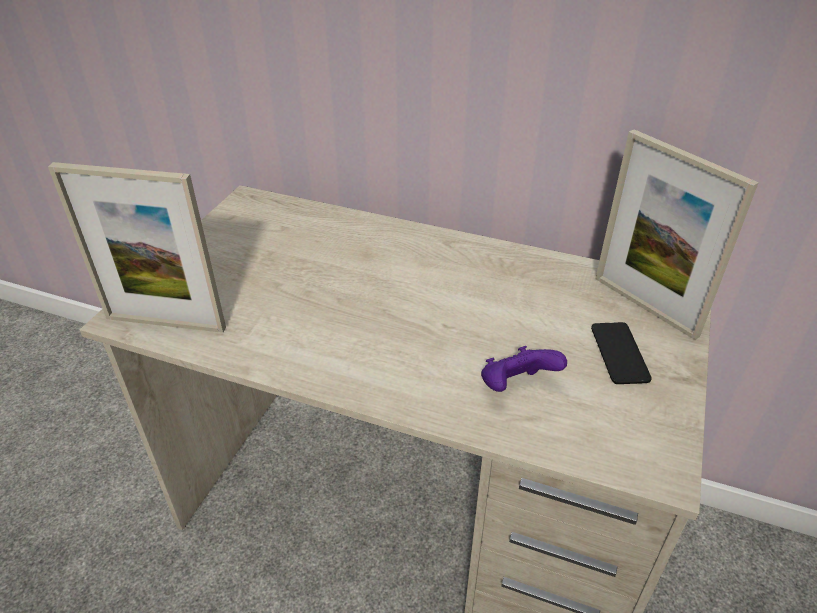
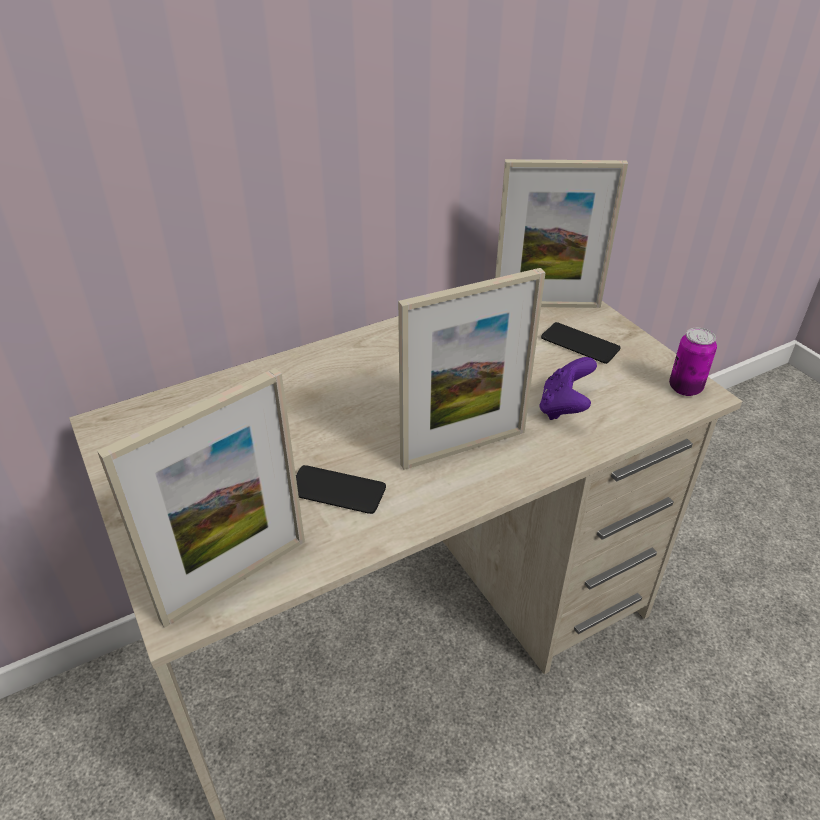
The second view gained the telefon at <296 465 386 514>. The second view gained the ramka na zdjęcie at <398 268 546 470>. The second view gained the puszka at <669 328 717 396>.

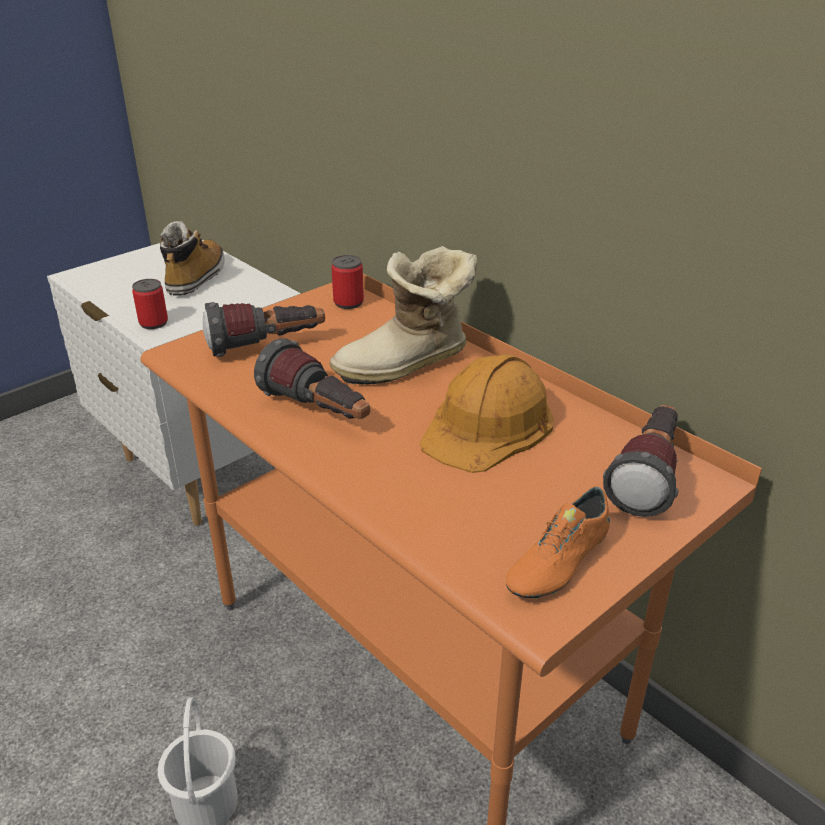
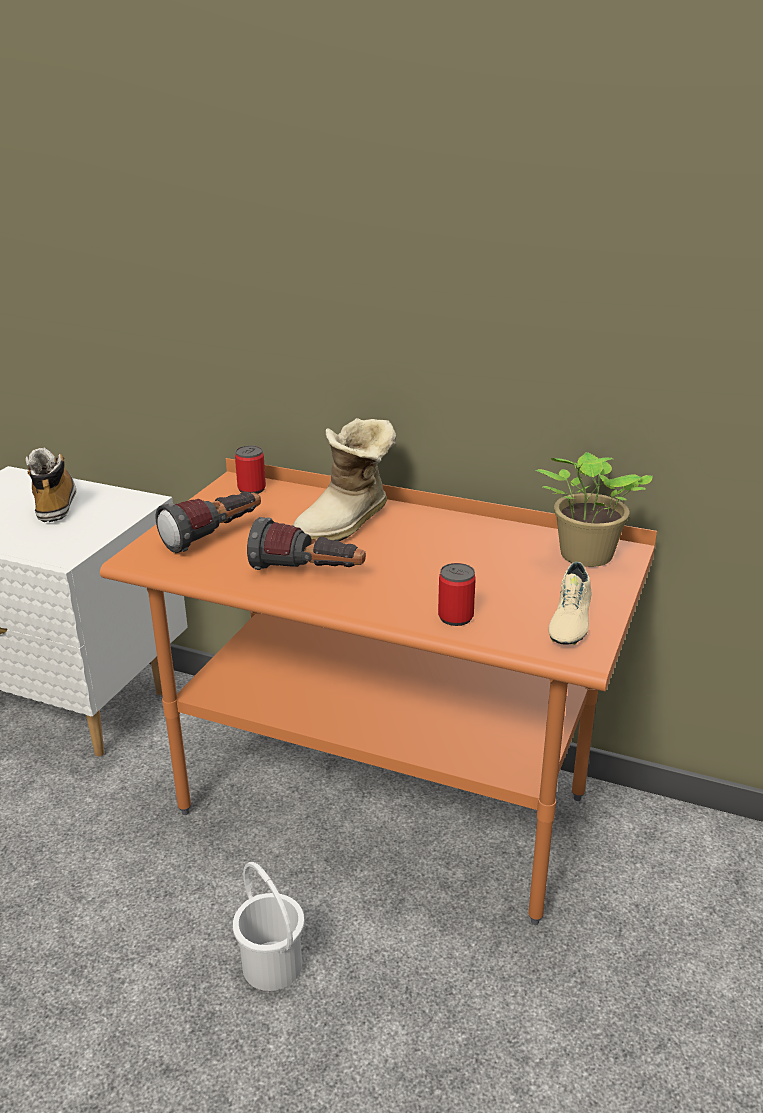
The puszka ended up elsewhere, having gone from <132 279 168 329> to <438 563 476 626>. Where the latarka stood at <603 405 679 517>, the roślina doniczkowa came to stand at <535 452 653 567>. What was the but (pomarańczowy) at <506 487 610 599> turned into the but (beżowy) at <548 562 591 645>. The second view lost the kask (pomarańczowy) at <420 353 554 473>.

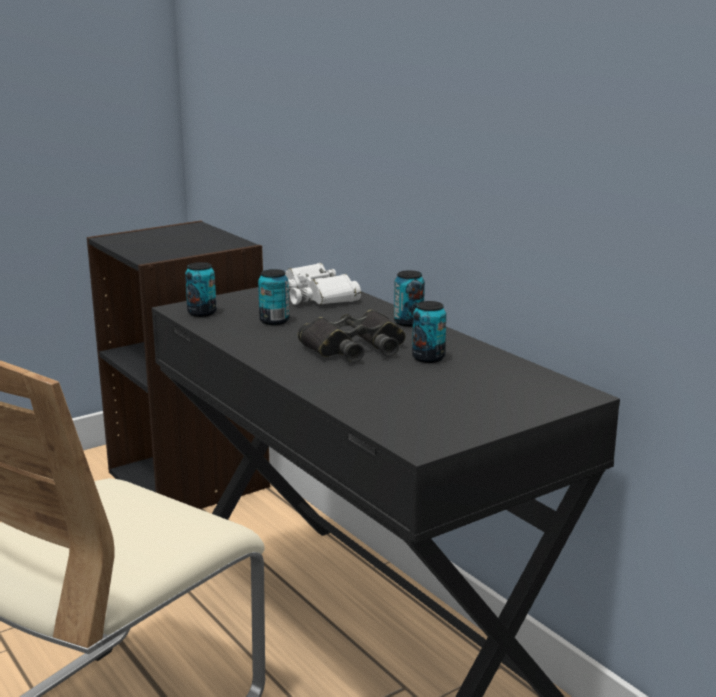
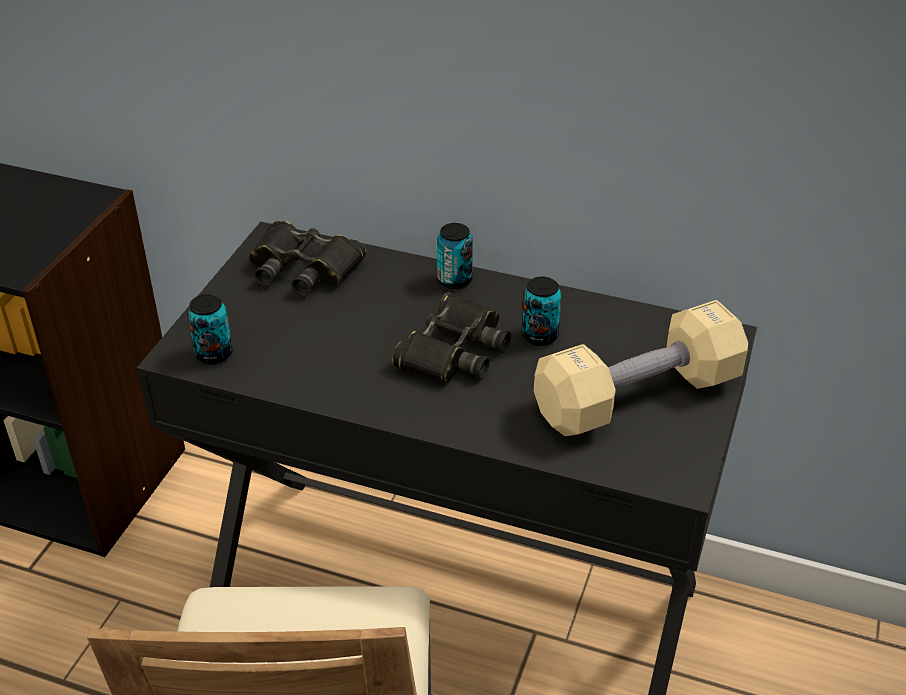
What was the lornetka (biały) at <285 263 361 305> turned into the lornetka (czarny) at <249 221 366 296>. The second view gained the hantel (beżowy) at <534 300 748 436>. The second view lost the puszka at <258 269 289 325>.

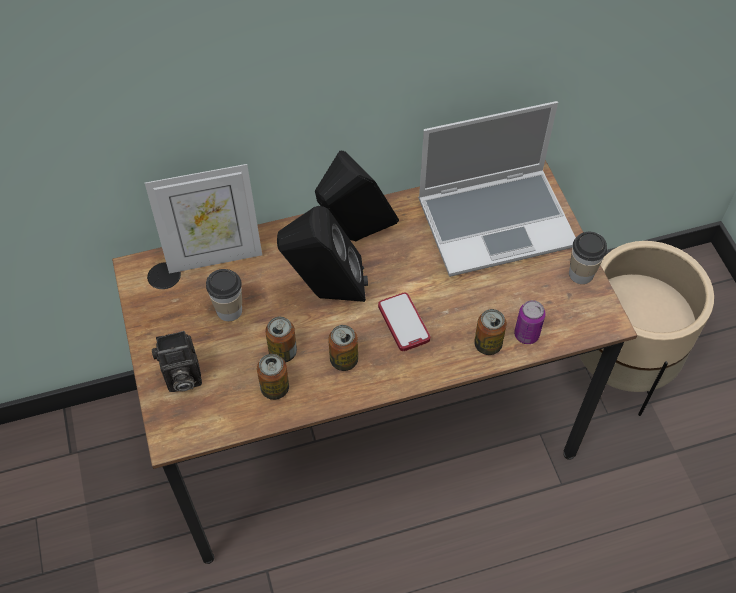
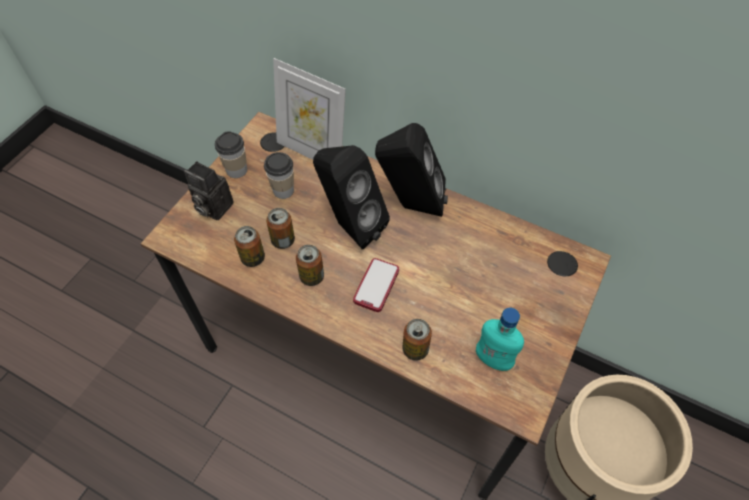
The filiżanka ended up elsewhere, having gone from <569 232 607 284> to <215 131 247 178>. The second view gained the butelka (turkusowy) at <476 308 524 371>. The second view lost the laptop at <418 101 576 277>. The second view lost the puszka at <514 300 546 344>.

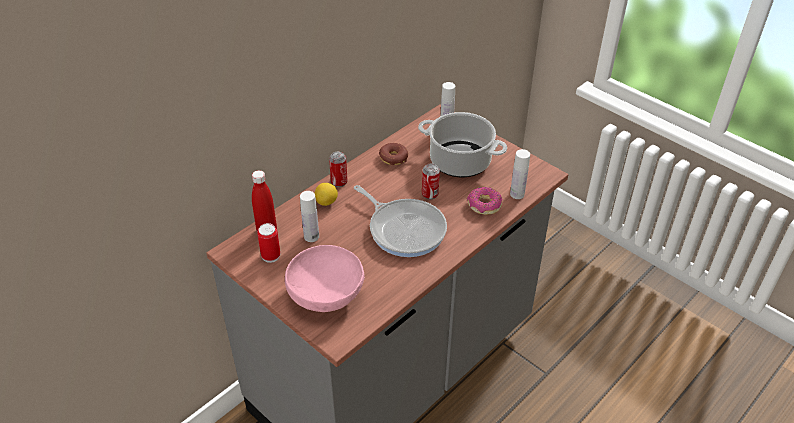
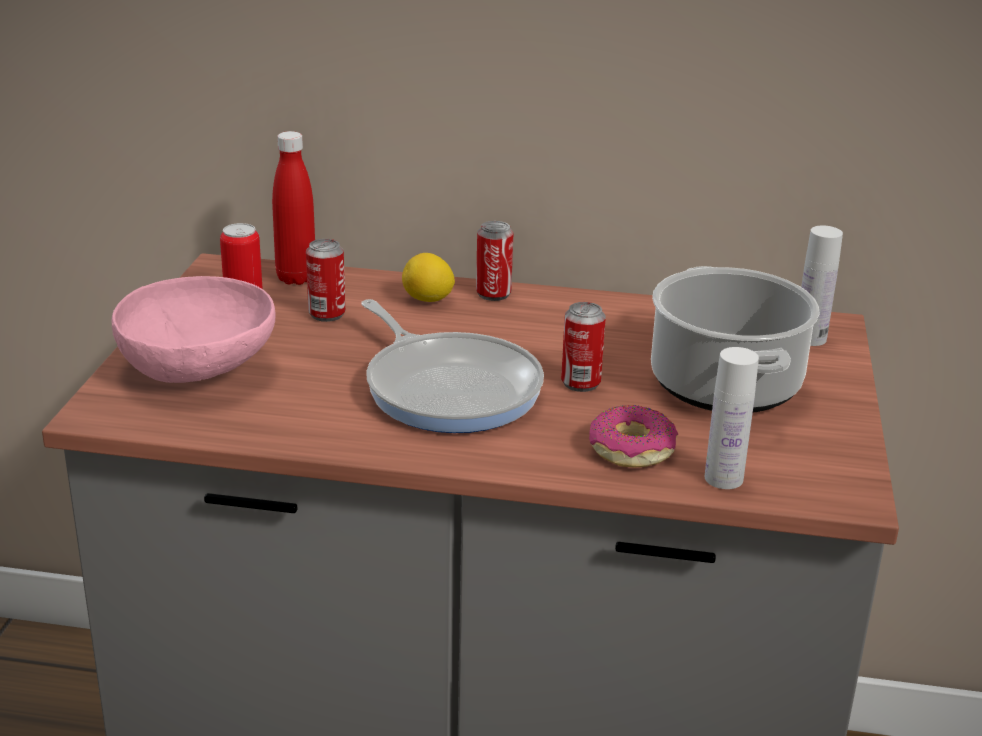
Where the butelka (biały) stood at <300 191 319 242>, the puszka came to stand at <306 239 345 322>. The patelnia at <354 185 447 257> ended up facing another way, 45 degrees counterclockwise from before. The second view lost the donut at <379 143 408 165>.

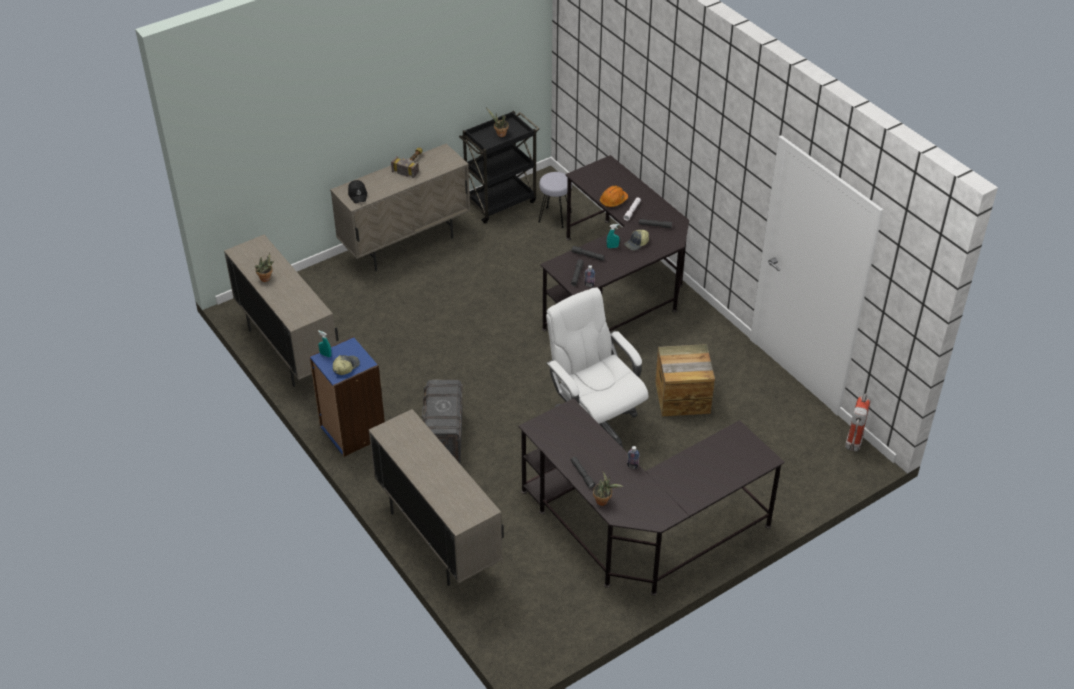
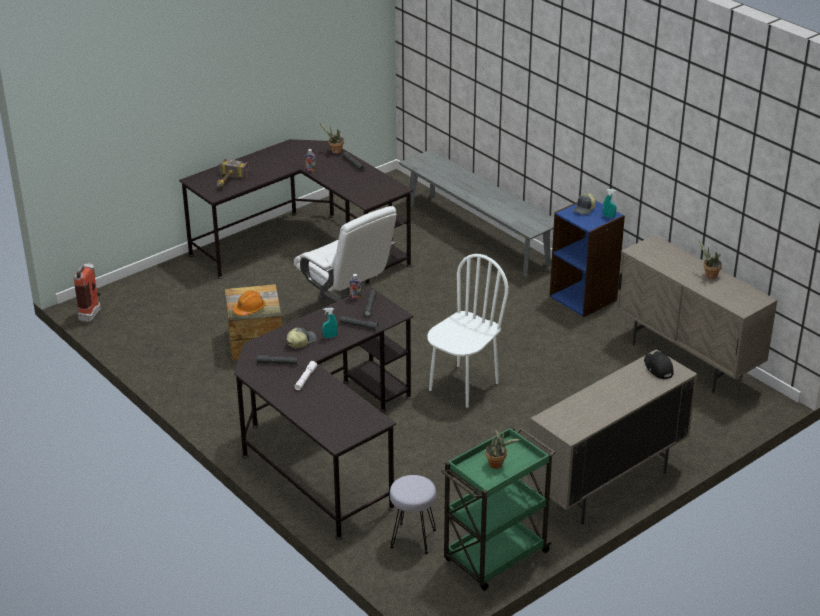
The młotek ended up elsewhere, having gone from <391 147 422 178> to <217 158 249 187>. The kask (pomarańczowy) ended up elsewhere, having gone from <600 186 628 207> to <233 291 266 316>. Where the szafka (beżowy) stood at <369 409 504 586>, the ławka (szary) came to stand at <399 150 554 277>. The second view gained the krzesło (biały) at <427 254 508 408>. What was the wózek (czarny) at <459 111 539 224> turned into the wózek (zielony) at <441 426 556 591>. The second view lost the pojemnik do przechowywania (szary) at <422 380 463 464>.

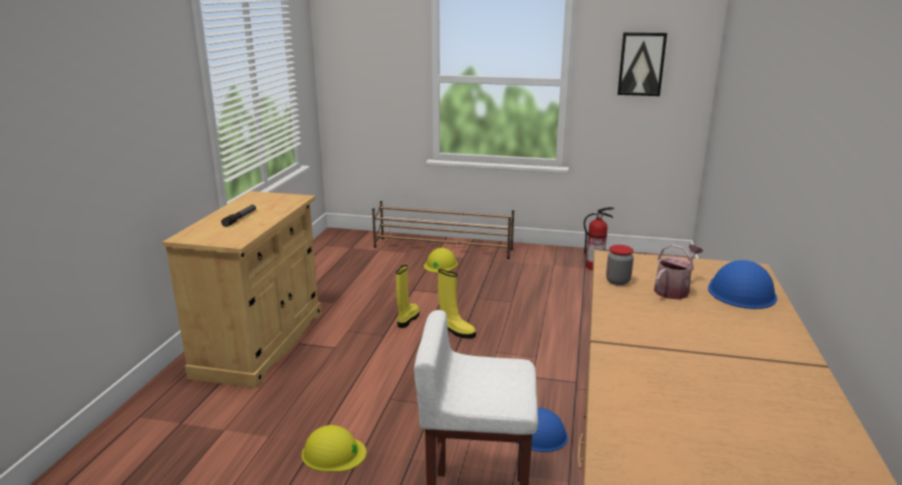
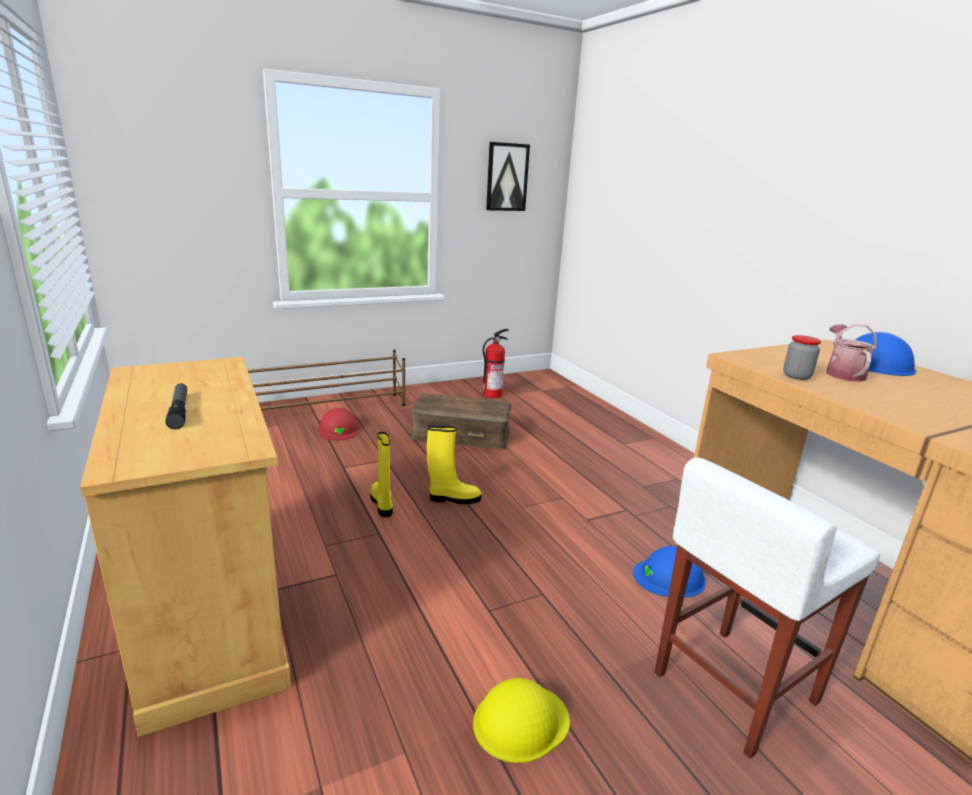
What was the kask (żółty) at <424 248 458 273> turned into the kask (czerwony) at <318 408 360 440>. The second view gained the pojemnik do przechowywania (brązowy) at <411 393 512 450>.

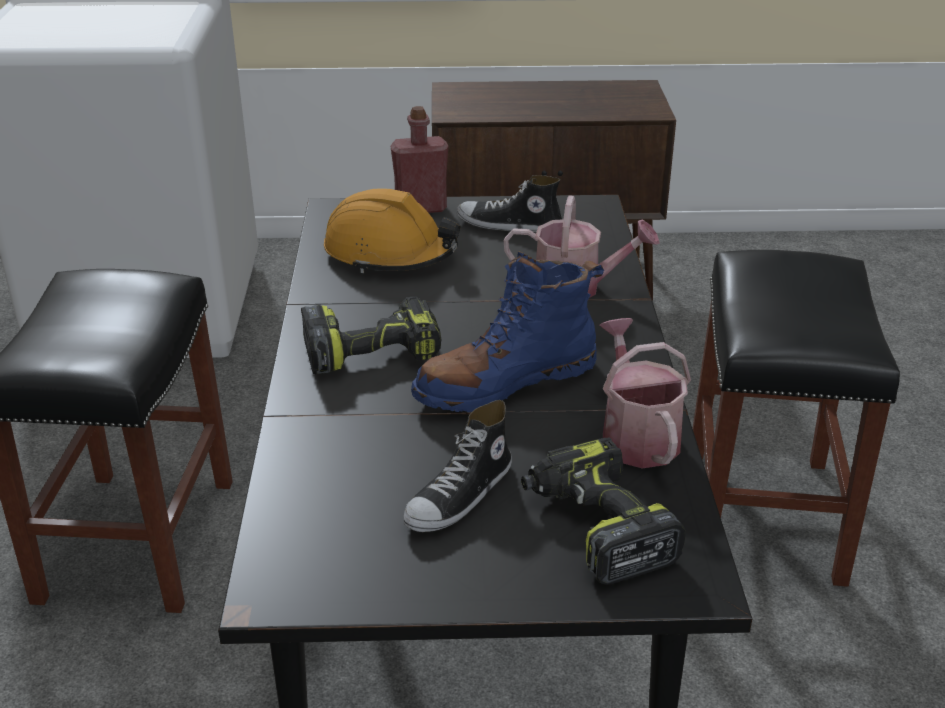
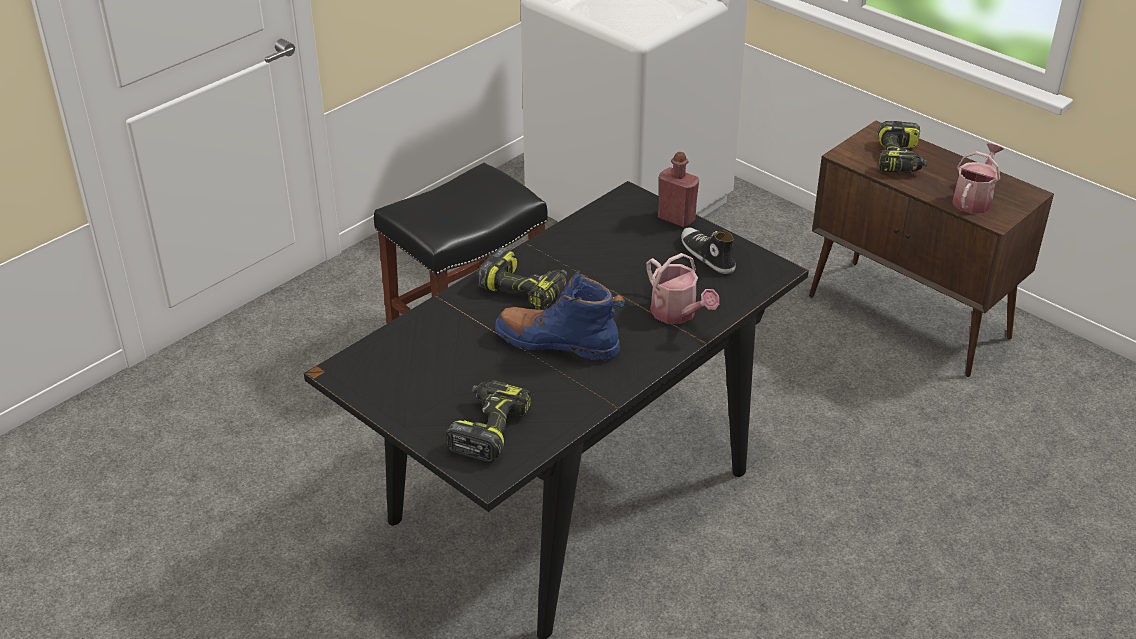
The second view gained the wiertarka at <878 121 927 173>. The konewka ended up elsewhere, having gone from <600 318 691 468> to <953 143 1004 214>. The second view lost the kask (pomarańczowy) at <324 188 460 273>. The second view lost the but at <404 400 512 532>. The second view lost the stołek (czarny) at <692 250 900 587>.

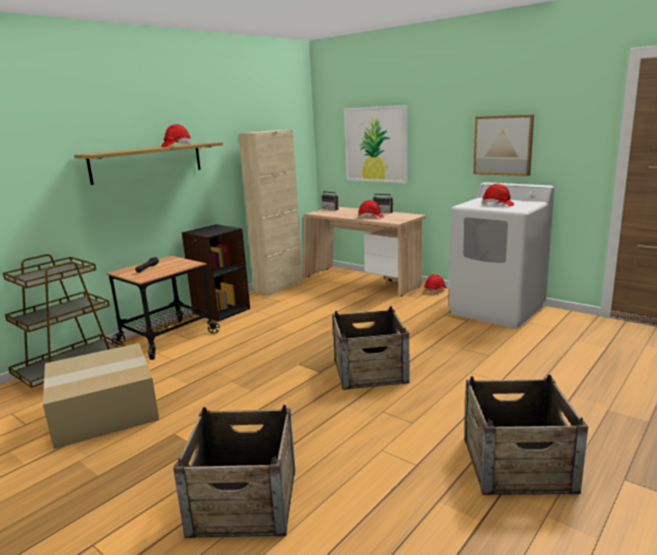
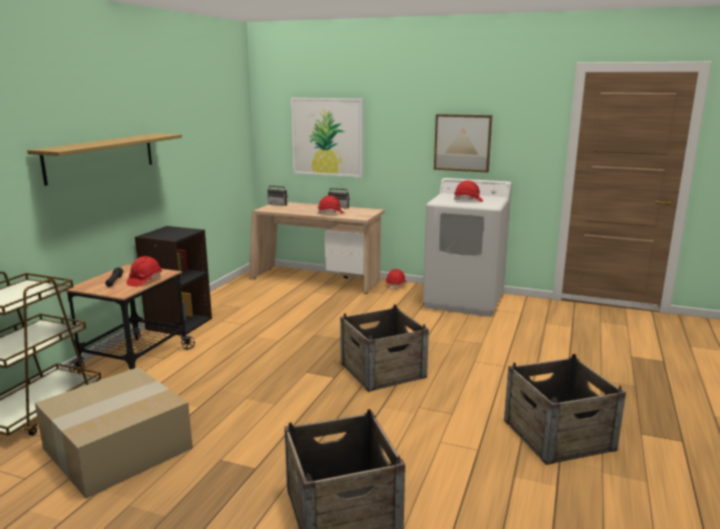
The kask (czerwony) ended up elsewhere, having gone from <161 124 191 147> to <126 256 162 287>. The second view lost the szafka (beżowy) at <238 130 303 296>.

